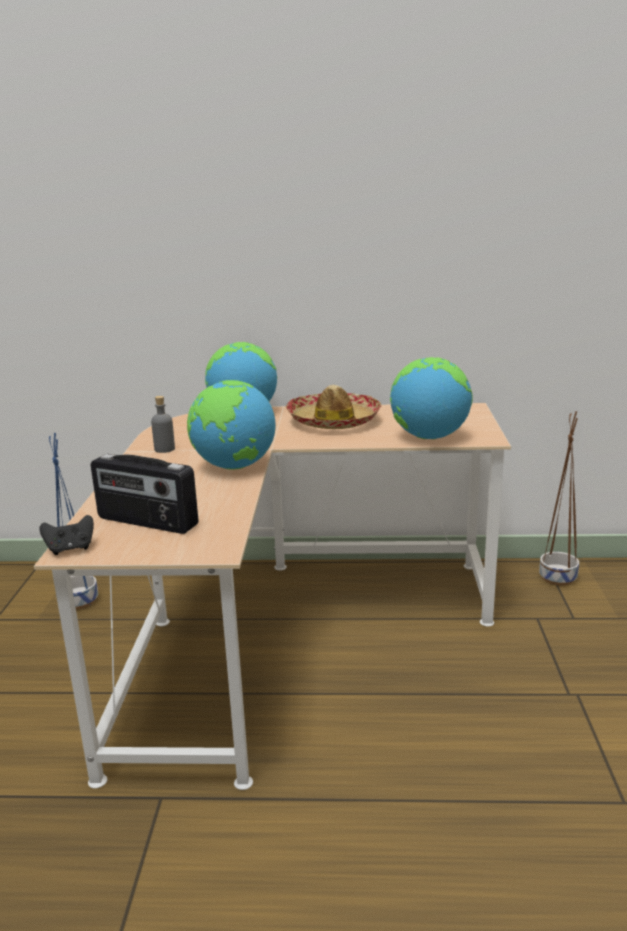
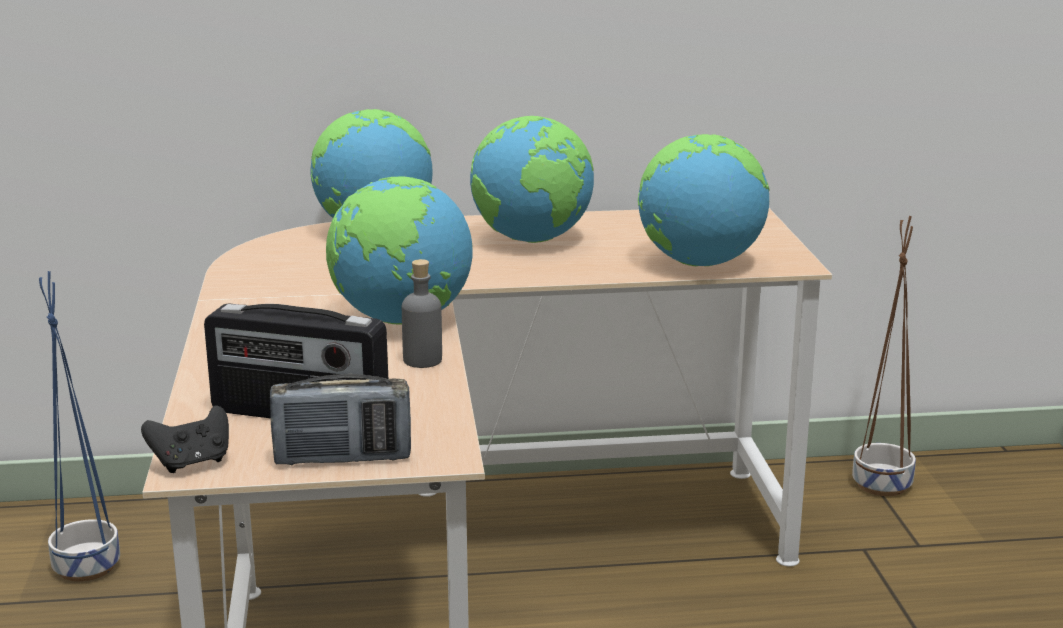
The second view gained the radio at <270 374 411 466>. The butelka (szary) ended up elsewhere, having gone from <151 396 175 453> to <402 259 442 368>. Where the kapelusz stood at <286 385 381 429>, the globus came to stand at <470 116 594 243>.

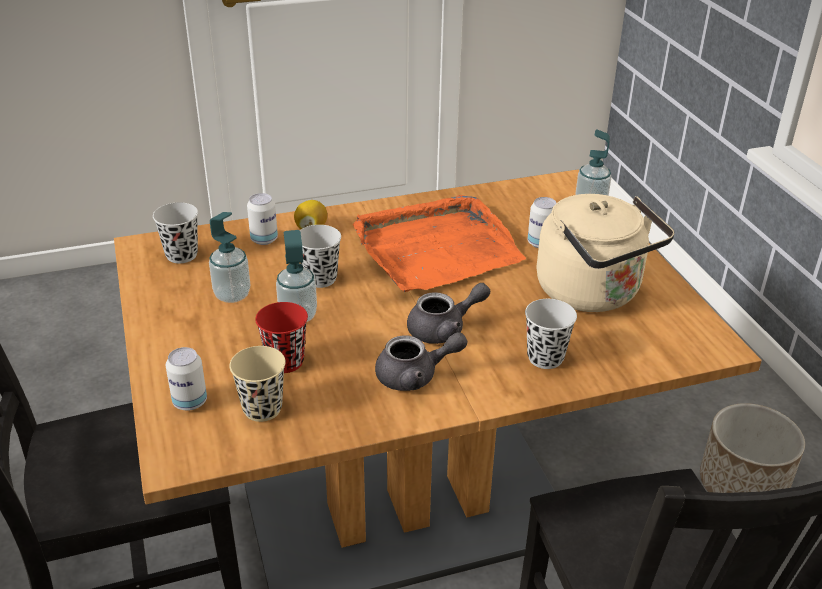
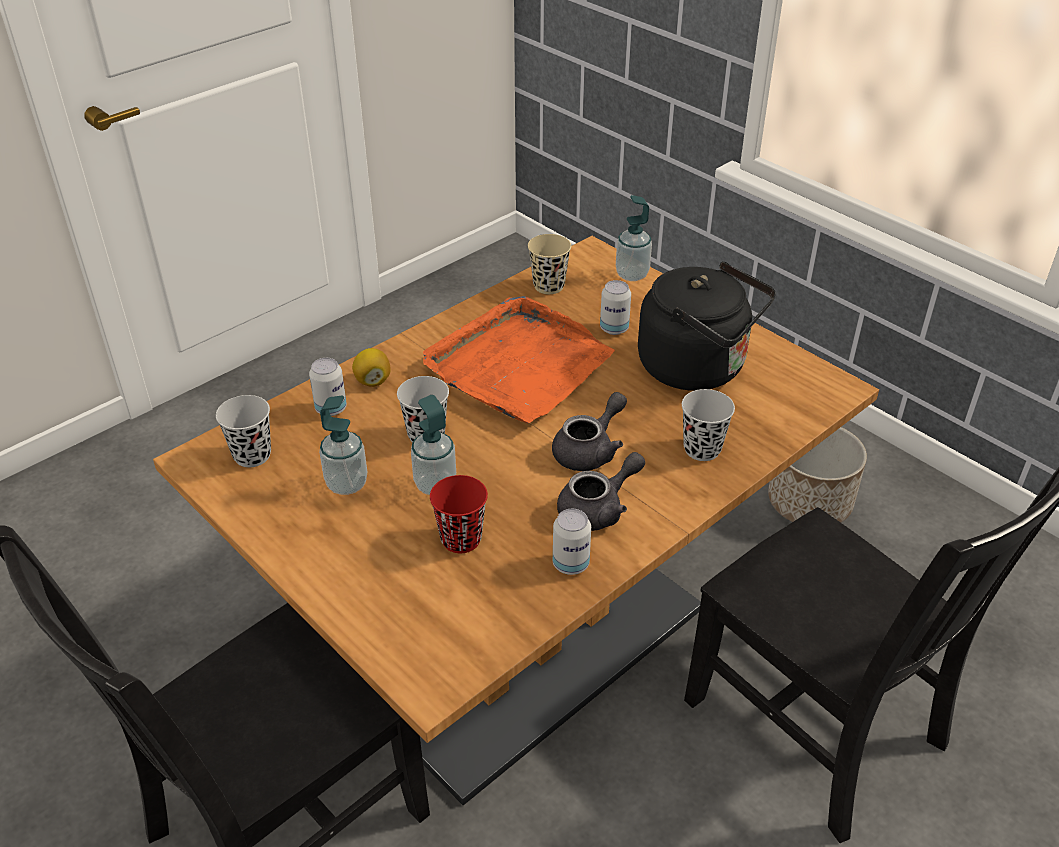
The filiżanka (beżowy) ended up elsewhere, having gone from <229 346 286 422> to <528 234 571 294>. The puszka ended up elsewhere, having gone from <166 347 207 411> to <553 509 591 575>. What was the czajnik (beżowy) at <537 194 674 312> turned into the czajnik (czarny) at <638 262 776 391>.

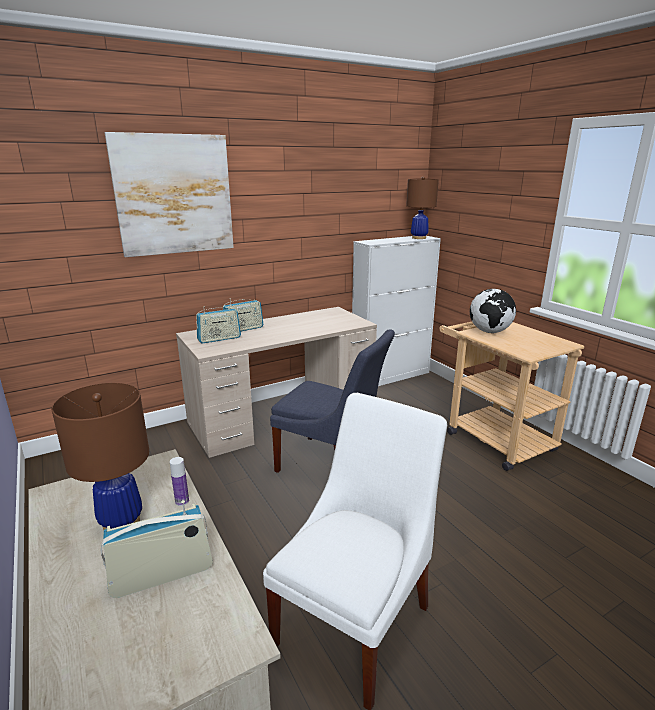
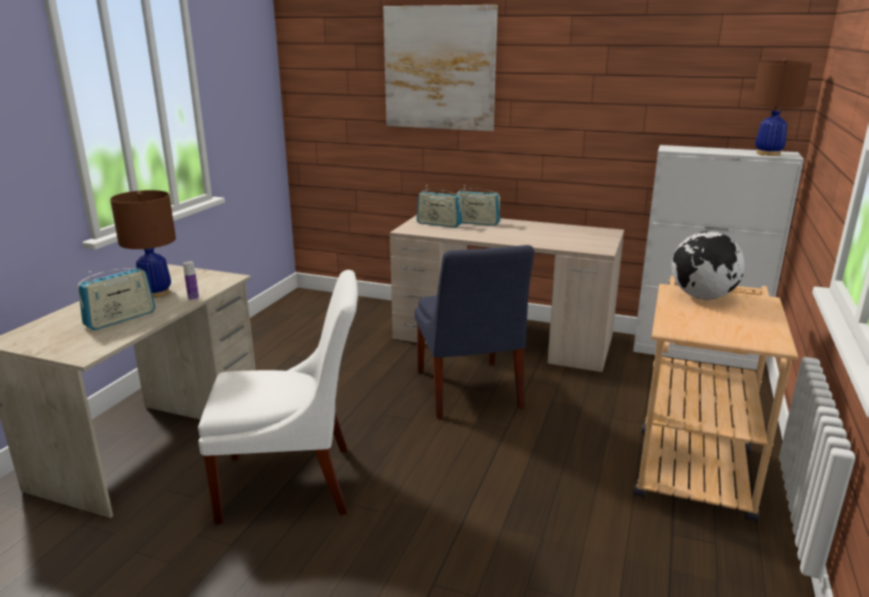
The radio at <100 500 213 598> ended up facing another way, 105 degrees clockwise from before.

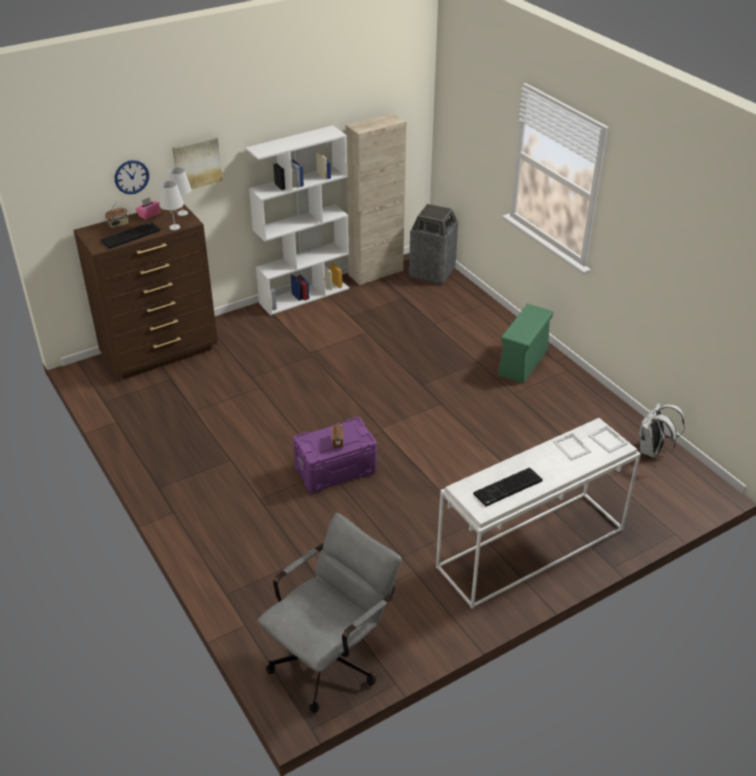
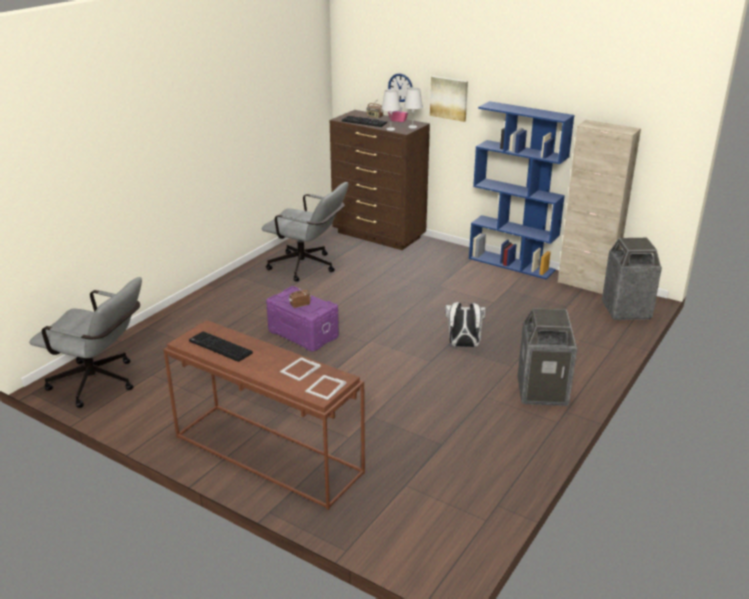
What was the stolik konsolowy (biały) at <436 418 641 609> turned into the stolik konsolowy (brązowy) at <163 320 365 510>. The second view gained the krzesło biurowe (szary) at <262 182 348 282>. The plecak (biały) ended up elsewhere, having gone from <639 403 685 458> to <445 302 486 347>. What was the regał (biały) at <245 125 349 315> turned into the regał (niebieski) at <469 101 574 280>. Where the pojemnik do przechowywania (zielony) stood at <498 304 553 383>, the kosz na śmieci came to stand at <518 308 577 406>.

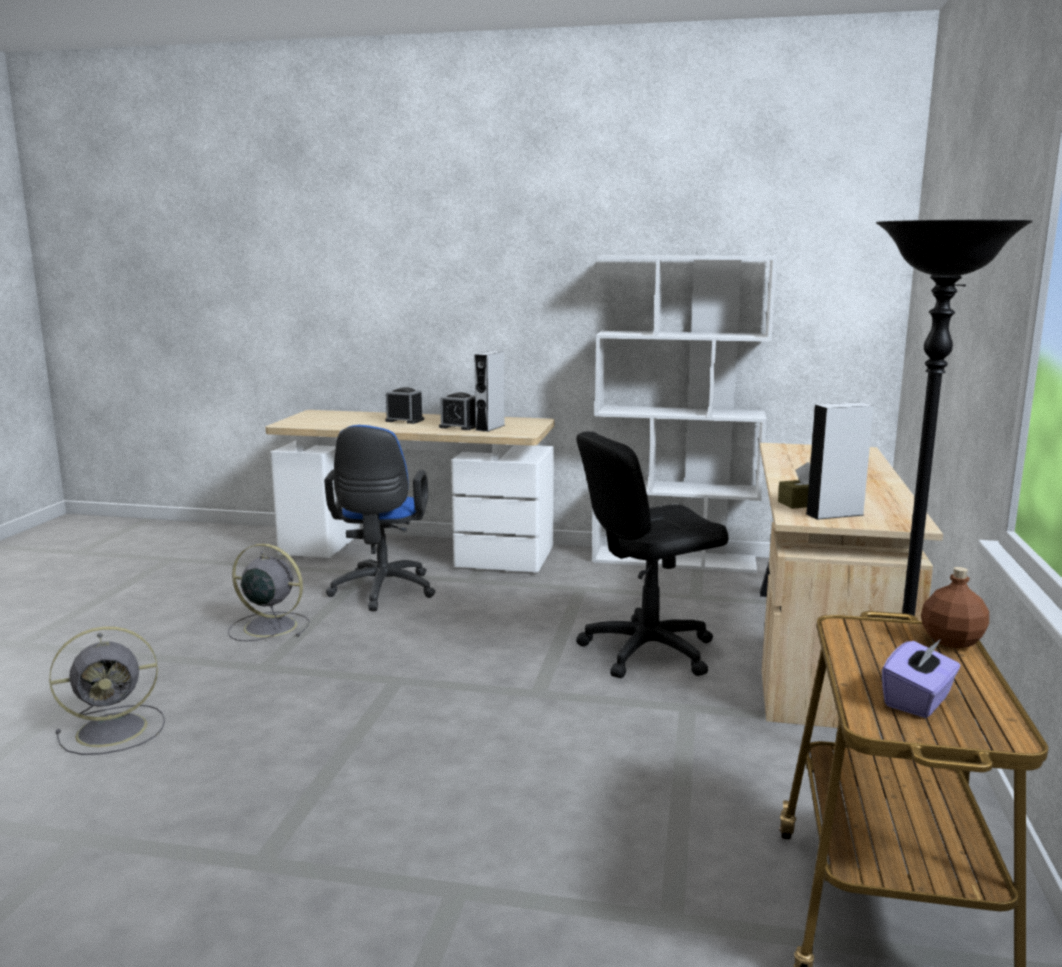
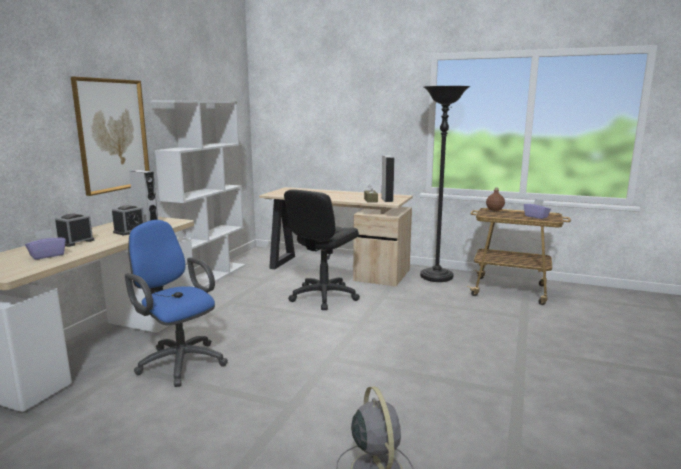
The second view gained the pudełko chusteczek (fioletowy) at <25 229 66 260>. The second view gained the obraz at <71 77 150 196>. The krzesło biurowe (niebieski) at <324 425 436 611> ended up facing another way, 150 degrees counterclockwise from before. The krzesło biurowe (czarny) at <576 432 729 678> ended up facing another way, 45 degrees clockwise from before. The second view lost the wentylator (szary) at <228 544 310 641>.

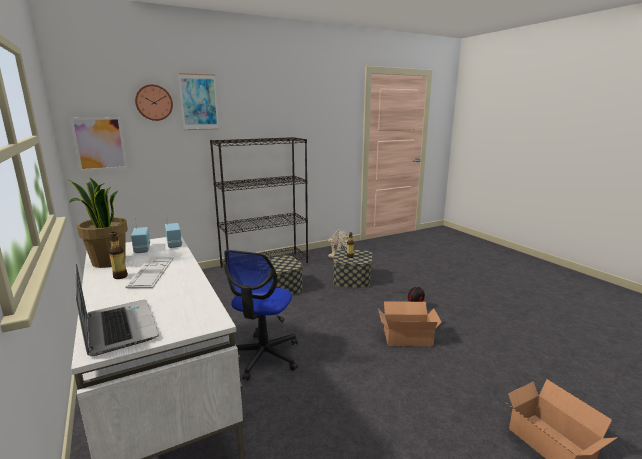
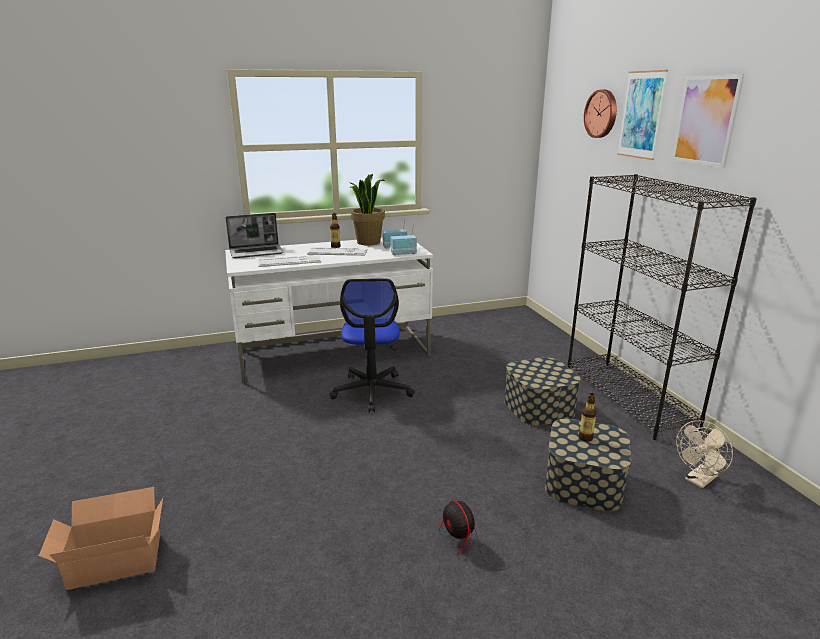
The second view gained the klawiatura at <258 255 321 267>. The krzesło biurowe at <224 250 298 381> ended up facing another way, 120 degrees counterclockwise from before. The obraz ended up elsewhere, having gone from <70 117 128 171> to <671 74 745 168>. The second view lost the karton at <378 301 441 346>.

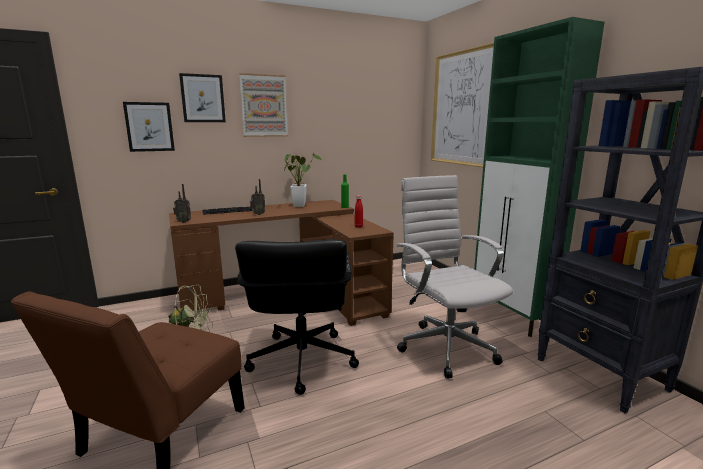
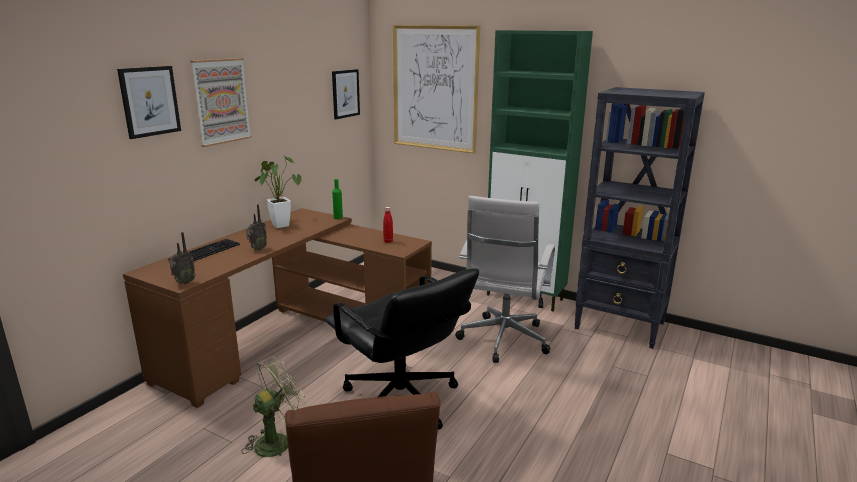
The obraz ended up elsewhere, having gone from <123 102 175 152> to <332 69 360 119>. The krzesło biurowe (biały) at <397 175 513 378> ended up facing another way, 105 degrees counterclockwise from before.

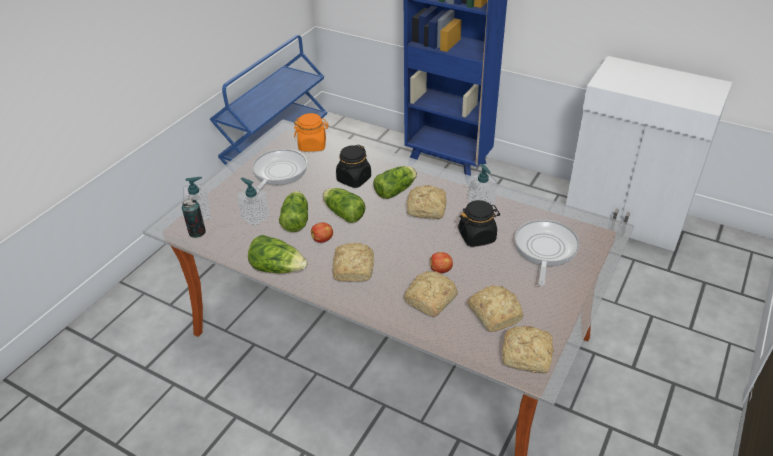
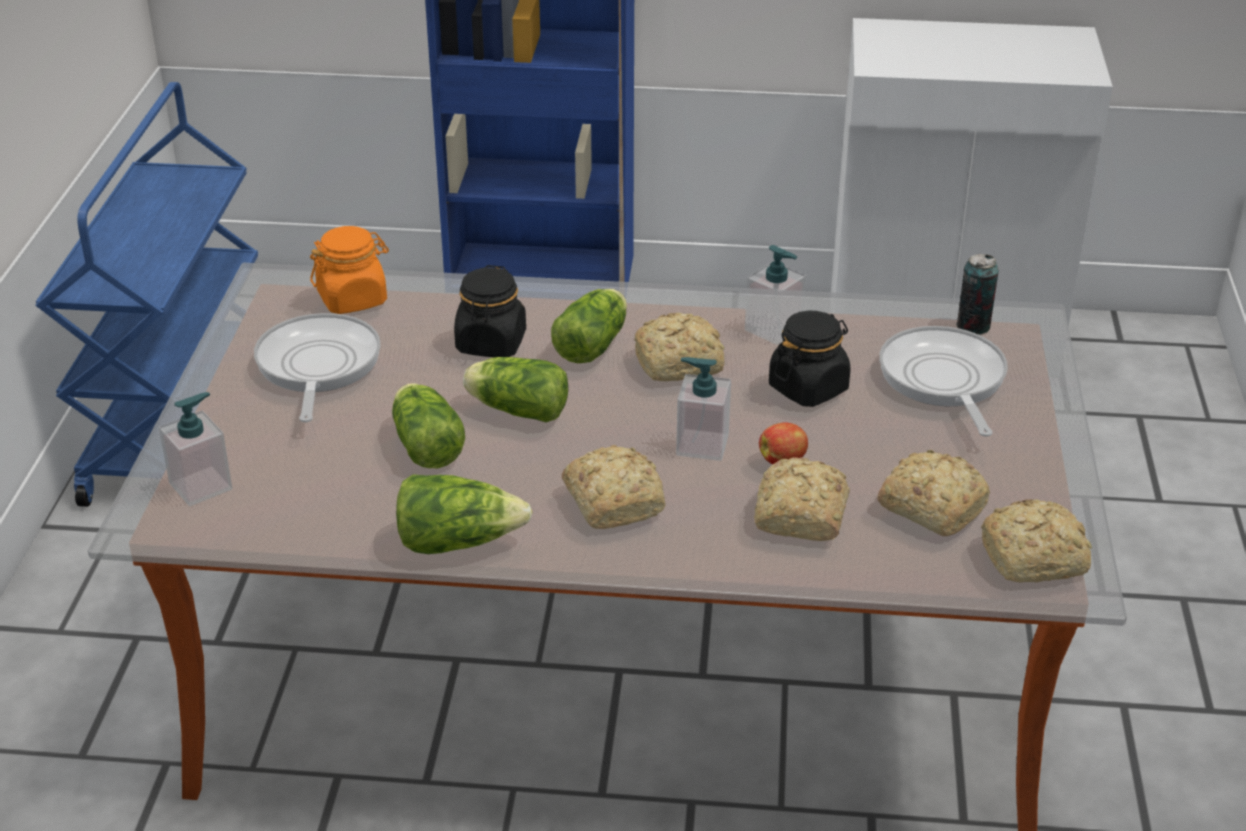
The dozownik mydła ended up elsewhere, having gone from <237 178 270 226> to <676 357 731 461>. The puszka ended up elsewhere, having gone from <182 199 206 238> to <956 254 999 335>. The second view lost the jabłko at <311 222 333 243>.

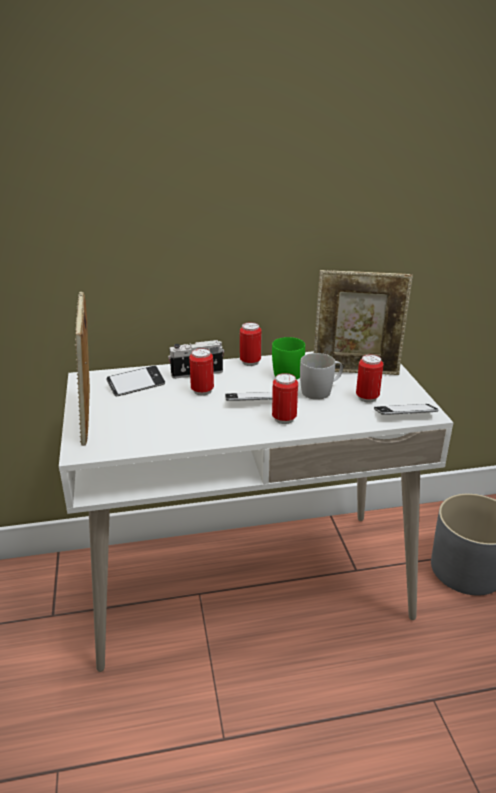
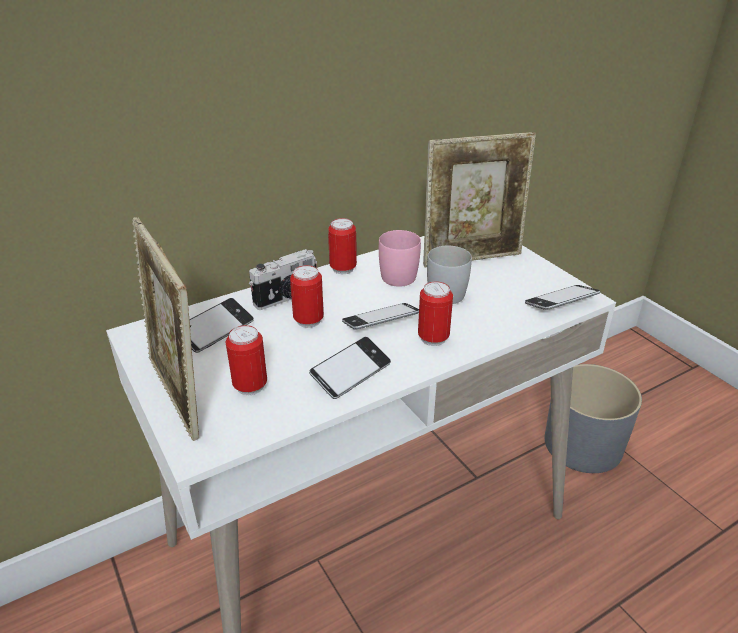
The puszka ended up elsewhere, having gone from <356 354 383 403> to <226 325 267 395>. The second view gained the telefon at <309 337 391 399>. What was the kubek (zielony) at <272 337 305 380> turned into the kubek (różowy) at <379 230 421 287>.

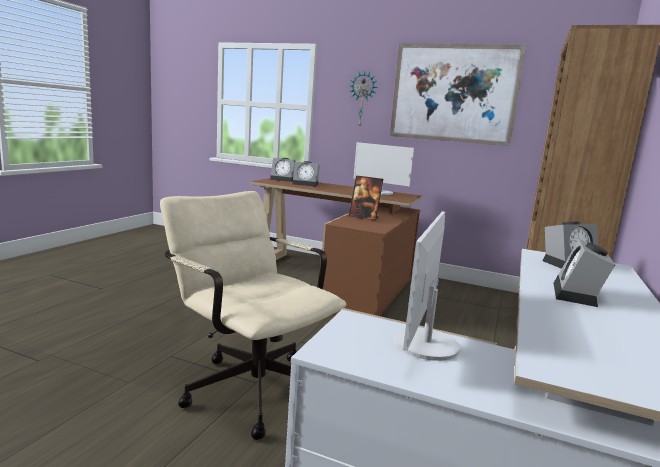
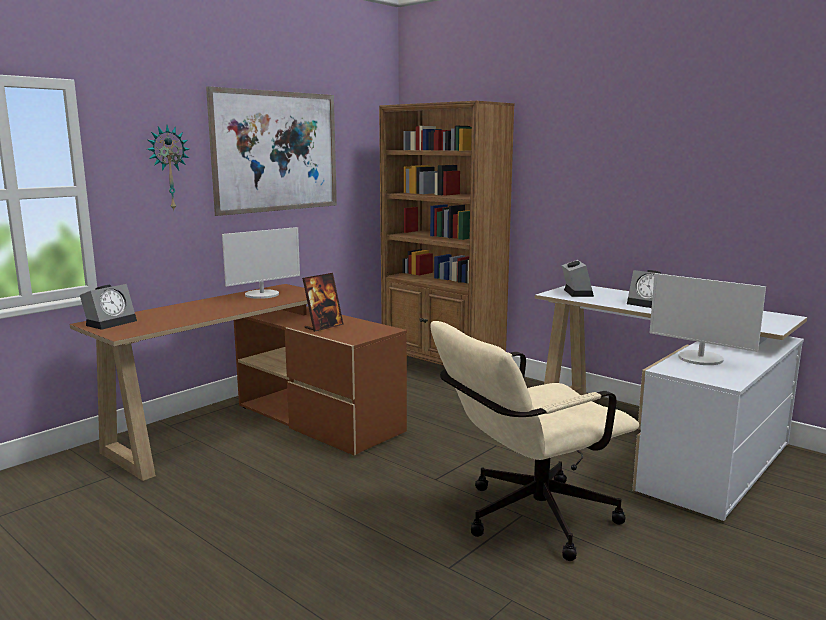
The second view lost the budzik at <293 161 320 187>.

